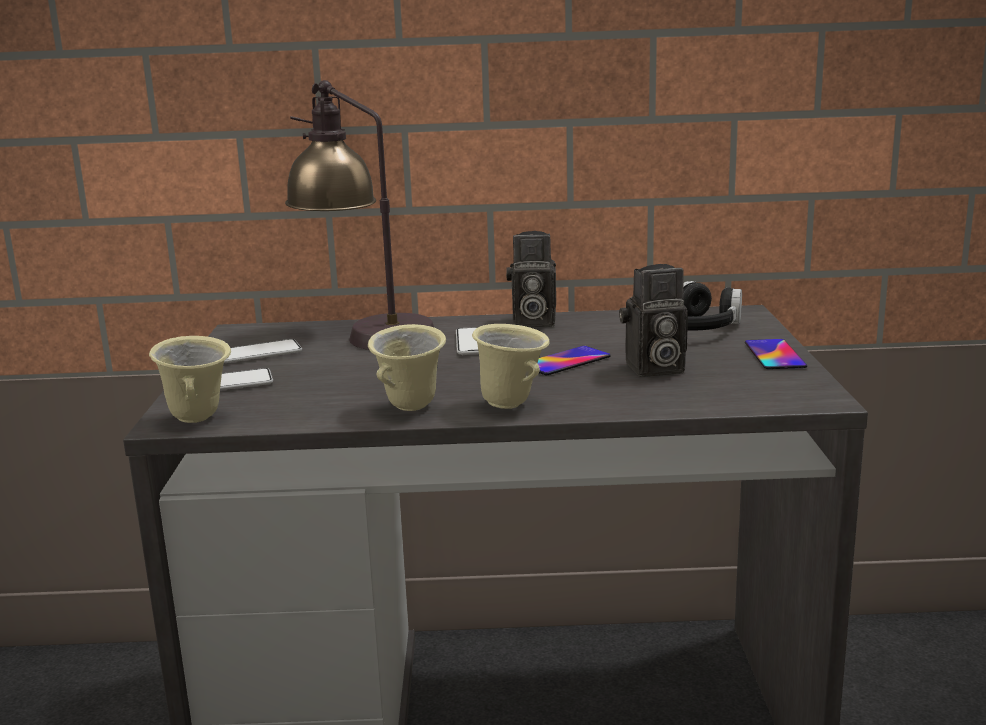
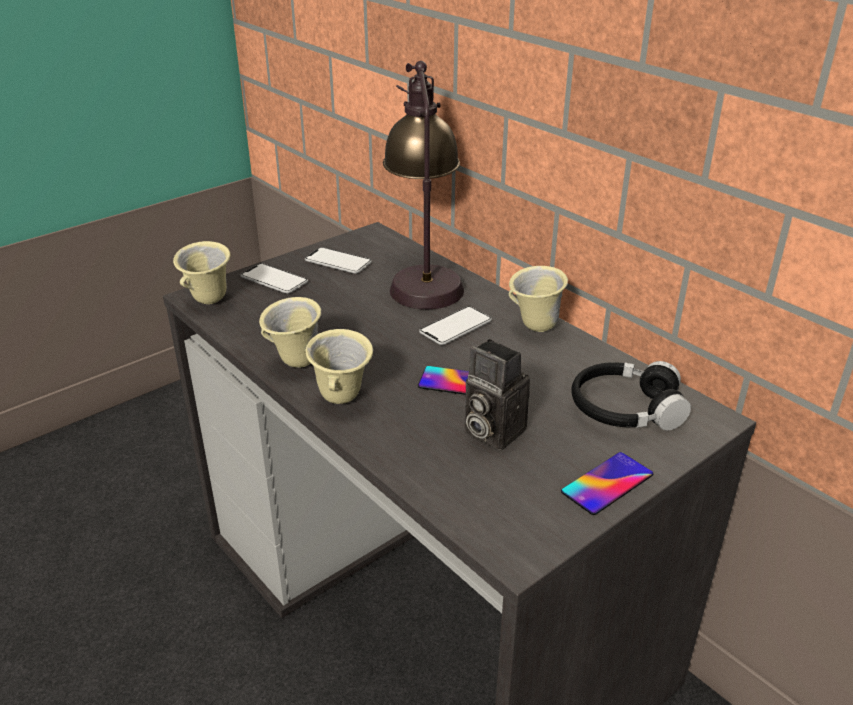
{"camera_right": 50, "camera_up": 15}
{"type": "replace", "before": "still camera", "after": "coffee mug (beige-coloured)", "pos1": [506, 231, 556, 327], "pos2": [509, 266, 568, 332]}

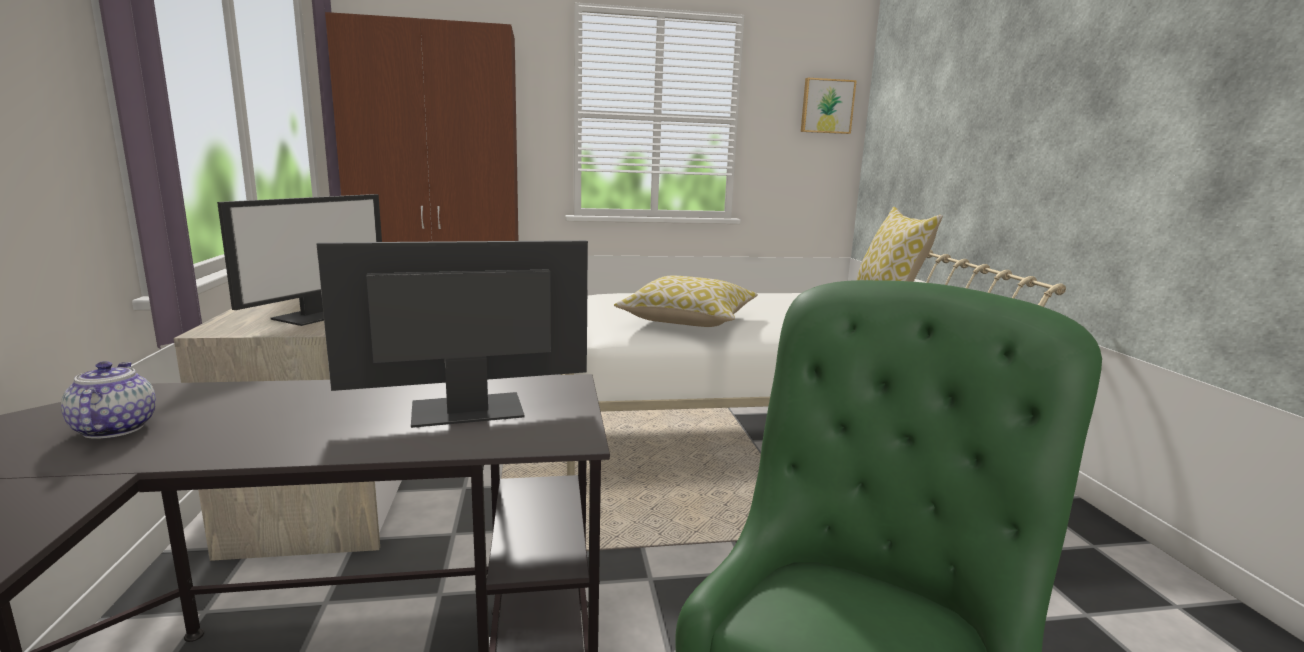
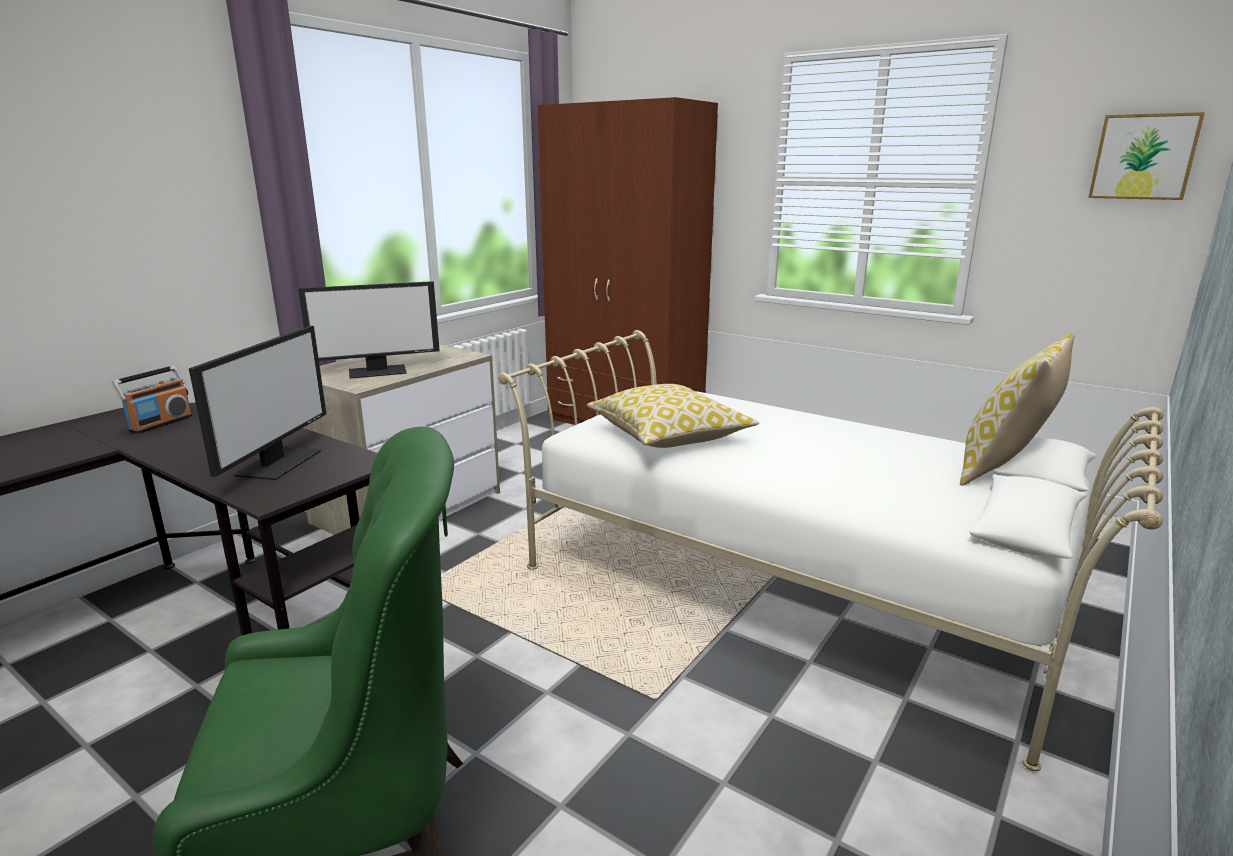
{"camera_right": 45, "camera_up": 5}
{"type": "replace", "before": "pot for tea", "after": "radio", "pos1": [61, 361, 156, 439], "pos2": [112, 366, 192, 434]}
{"type": "rotate", "before": "computer display", "pos1": [317, 240, 588, 428], "pos2": [189, 326, 326, 480], "turn": 75}

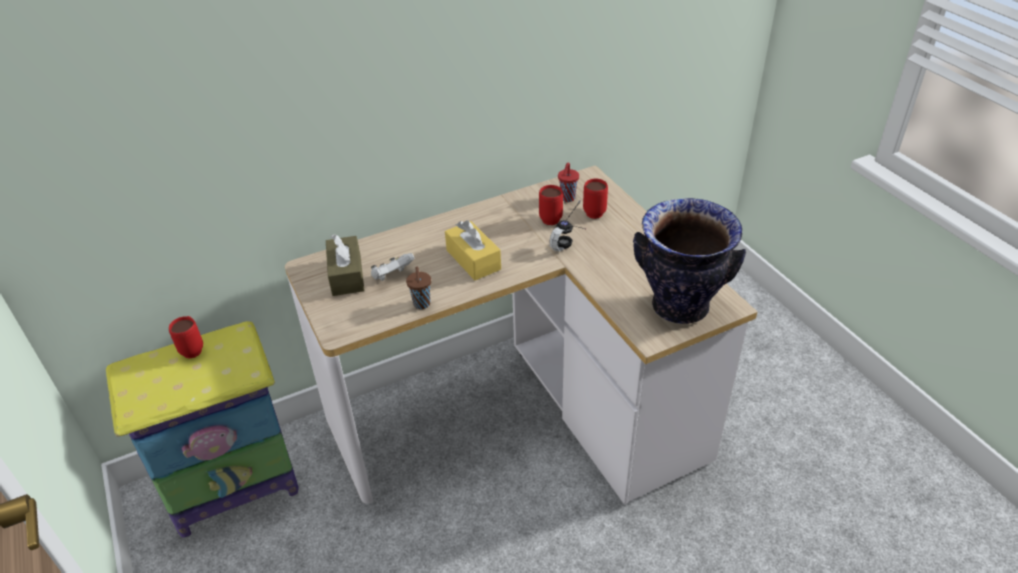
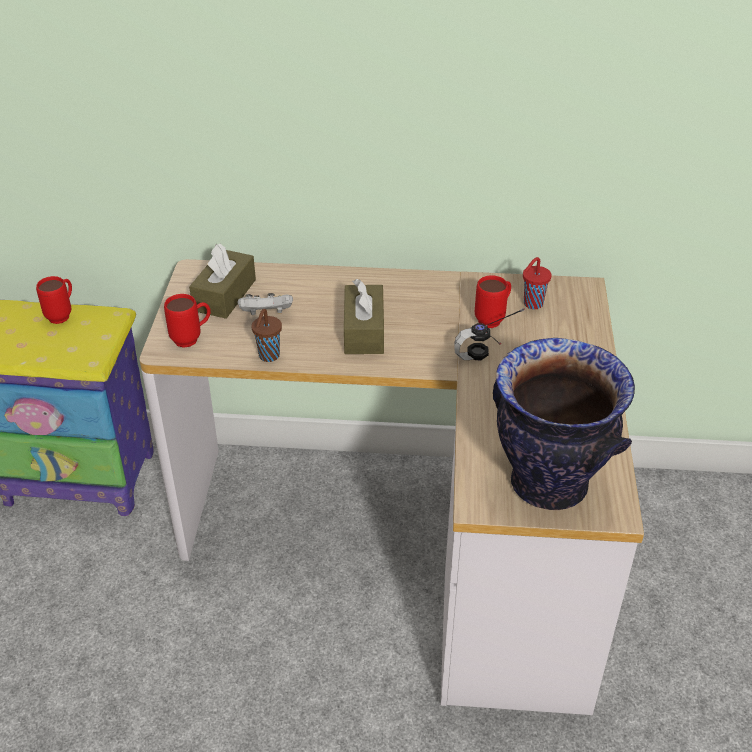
{"camera_right": 30, "camera_up": 0}
{"type": "move", "before": "coffee mug (reddish)", "pos1": [583, 179, 608, 219], "pos2": [164, 294, 211, 348]}
{"type": "recolor", "before": "tissue holder (yellow)", "after": "tissue holder (brownish)", "pos1": [445, 220, 501, 280], "pos2": [344, 279, 384, 354]}

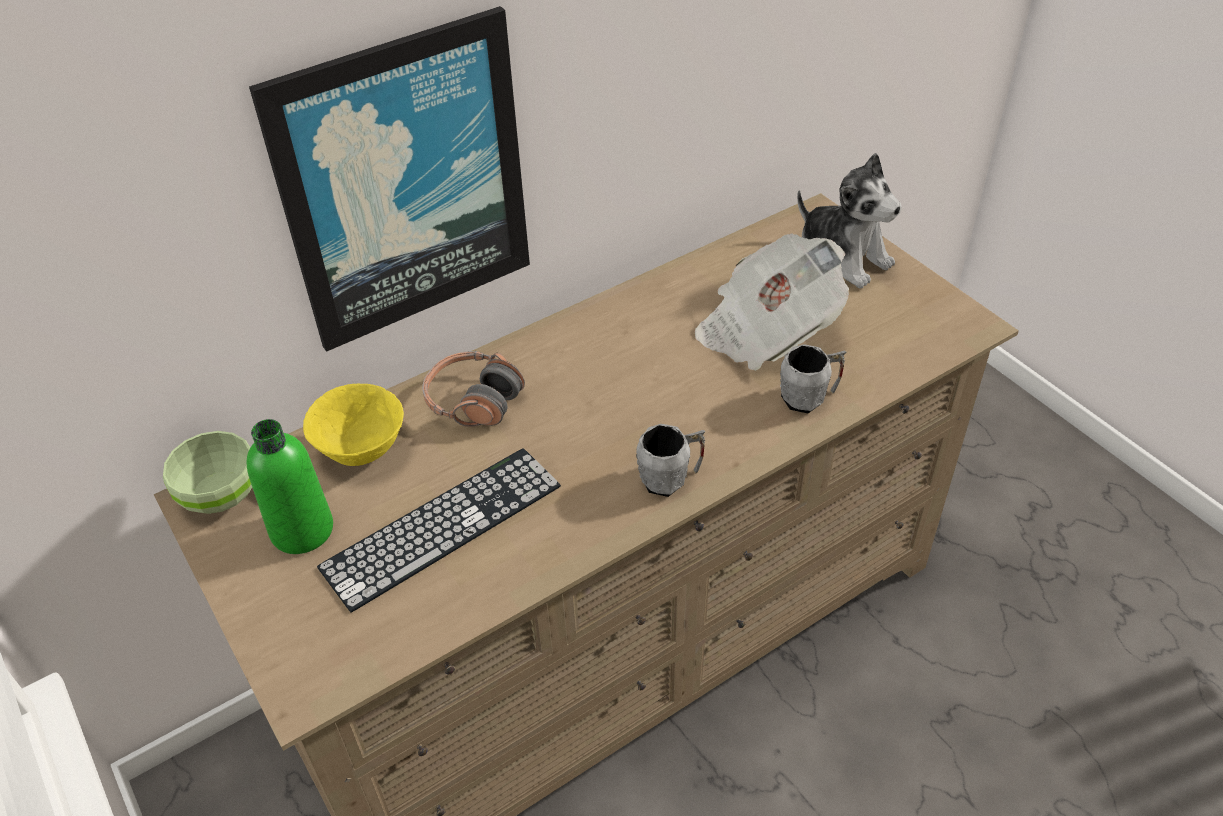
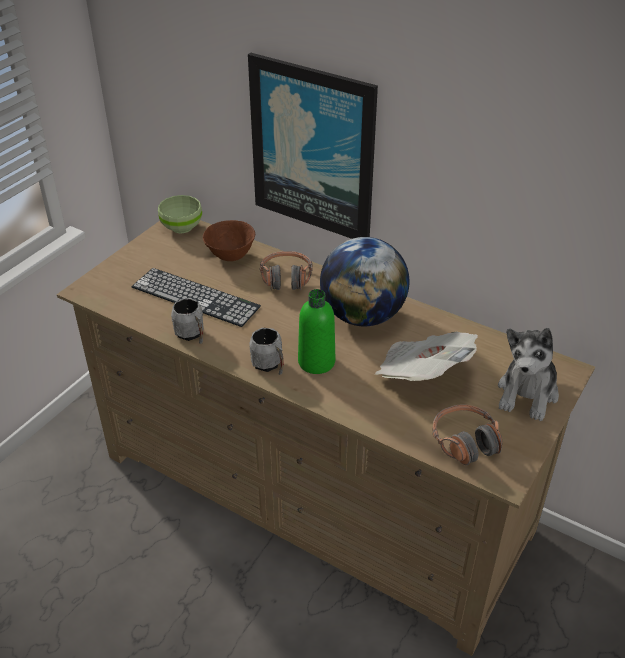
{"camera_right": 65, "camera_up": -5}
{"type": "insert", "after": "world globe", "pos2": [320, 237, 409, 326]}
{"type": "insert", "after": "pair of headphones", "pos2": [432, 405, 502, 465]}
{"type": "move", "before": "beverage bottle (greenish)", "pos1": [246, 419, 333, 554], "pos2": [298, 289, 335, 374]}
{"type": "move", "before": "coffee mug (grey)", "pos1": [780, 344, 846, 413], "pos2": [171, 298, 204, 344]}
{"type": "recolor", "before": "deep dish (yellow)", "after": "deep dish (brownish)", "pos1": [303, 384, 404, 466], "pos2": [203, 220, 255, 261]}

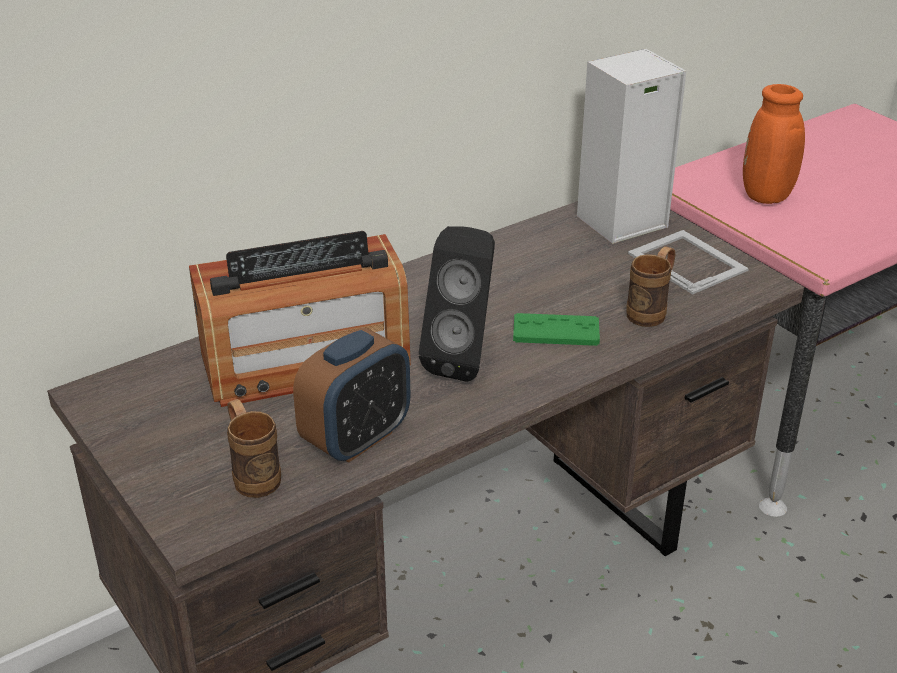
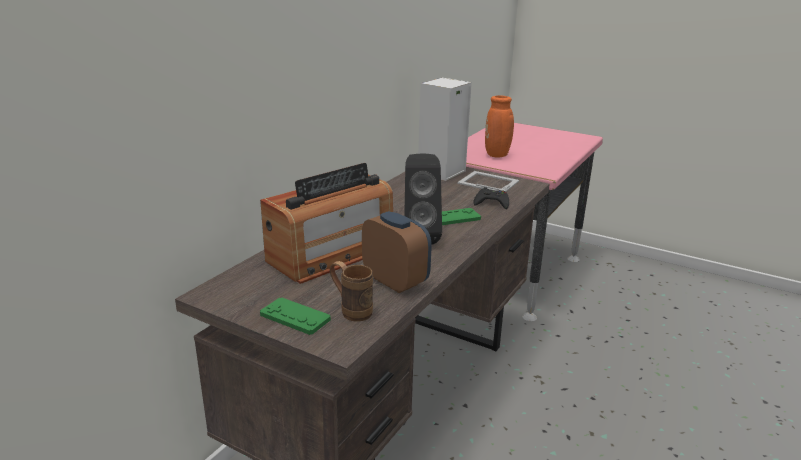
{"camera_right": -25, "camera_up": -10}
{"type": "insert", "after": "gamepad (greenish)", "pos2": [260, 297, 331, 335]}
{"type": "replace", "before": "coffee mug (brownish)", "after": "gamepad (black)", "pos1": [626, 247, 675, 327], "pos2": [473, 187, 509, 209]}
{"type": "rotate", "before": "bedside clock", "pos1": [293, 328, 410, 463], "pos2": [362, 211, 432, 293], "turn": -60}

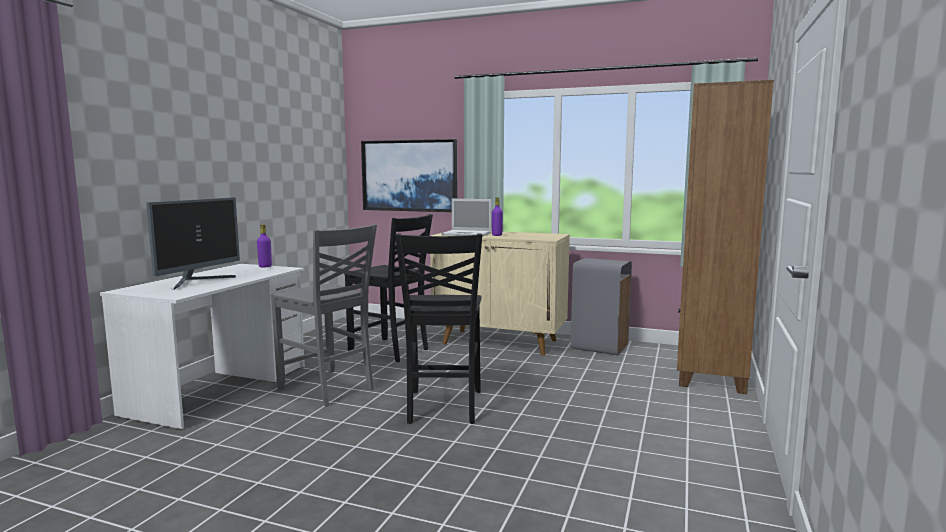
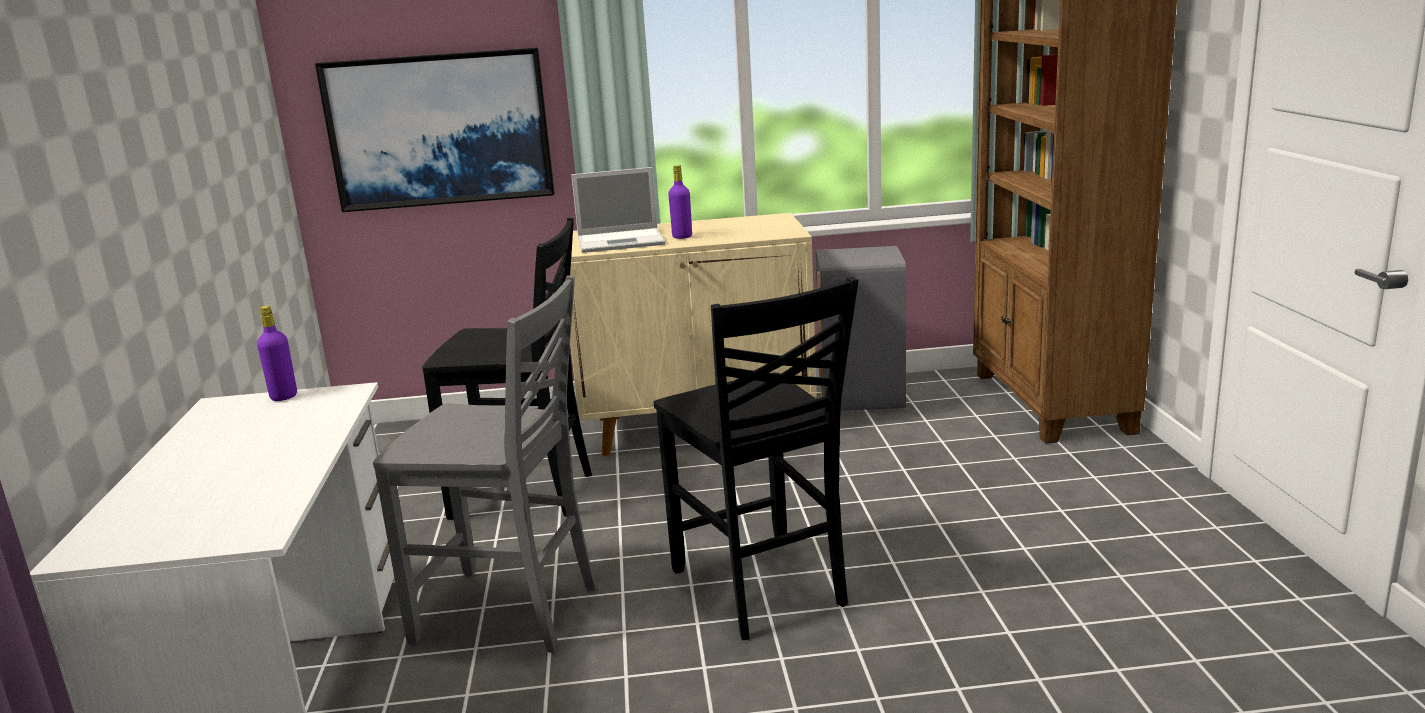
{"camera_right": -25, "camera_up": 10}
{"type": "delete", "before": "computer display", "pos1": [146, 198, 240, 290]}

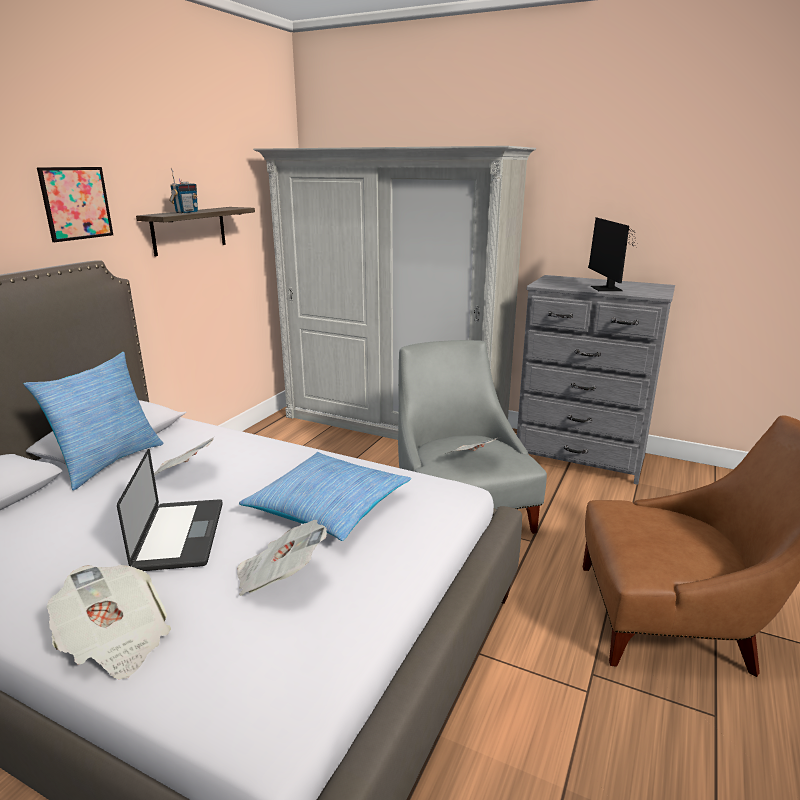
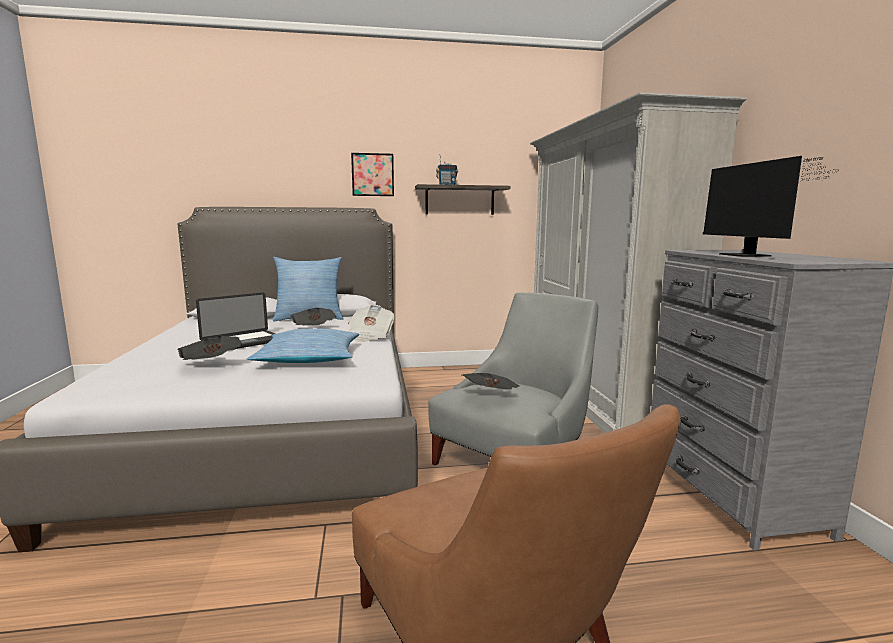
{"camera_right": 55, "camera_up": -10}
{"type": "move", "before": "printed paper", "pos1": [47, 565, 171, 679], "pos2": [348, 305, 395, 342]}
{"type": "rotate", "before": "computer display", "pos1": [588, 217, 640, 291], "pos2": [703, 156, 839, 257], "turn": -60}

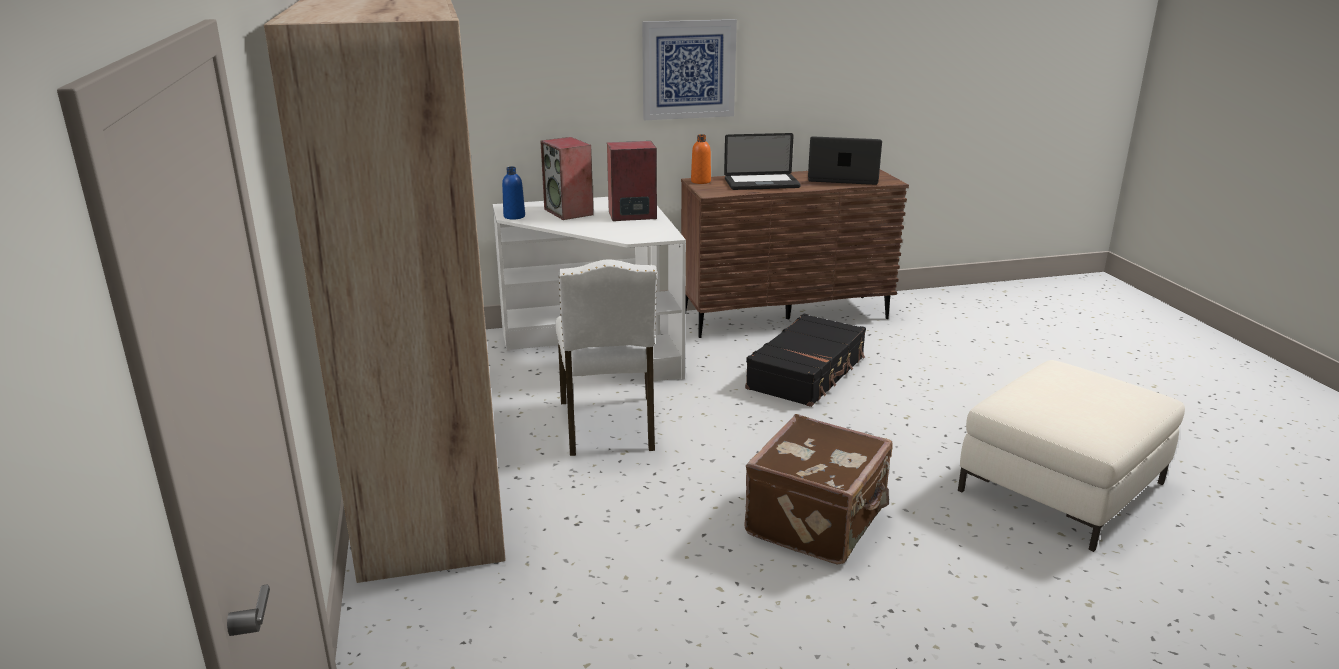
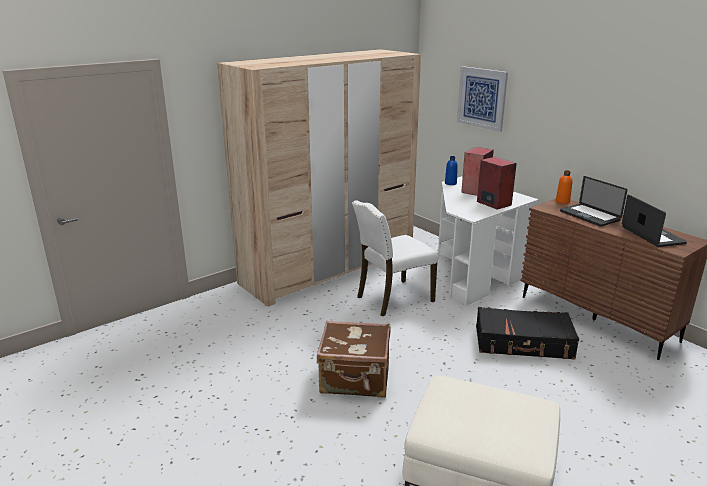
{"camera_right": 65, "camera_up": 0}
{"type": "move", "before": "wall art", "pos1": [642, 19, 737, 120], "pos2": [457, 66, 508, 132]}

